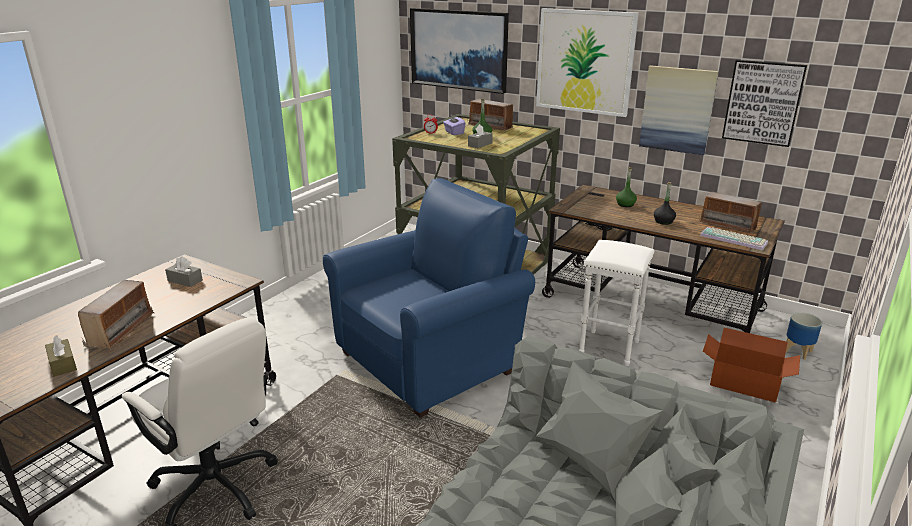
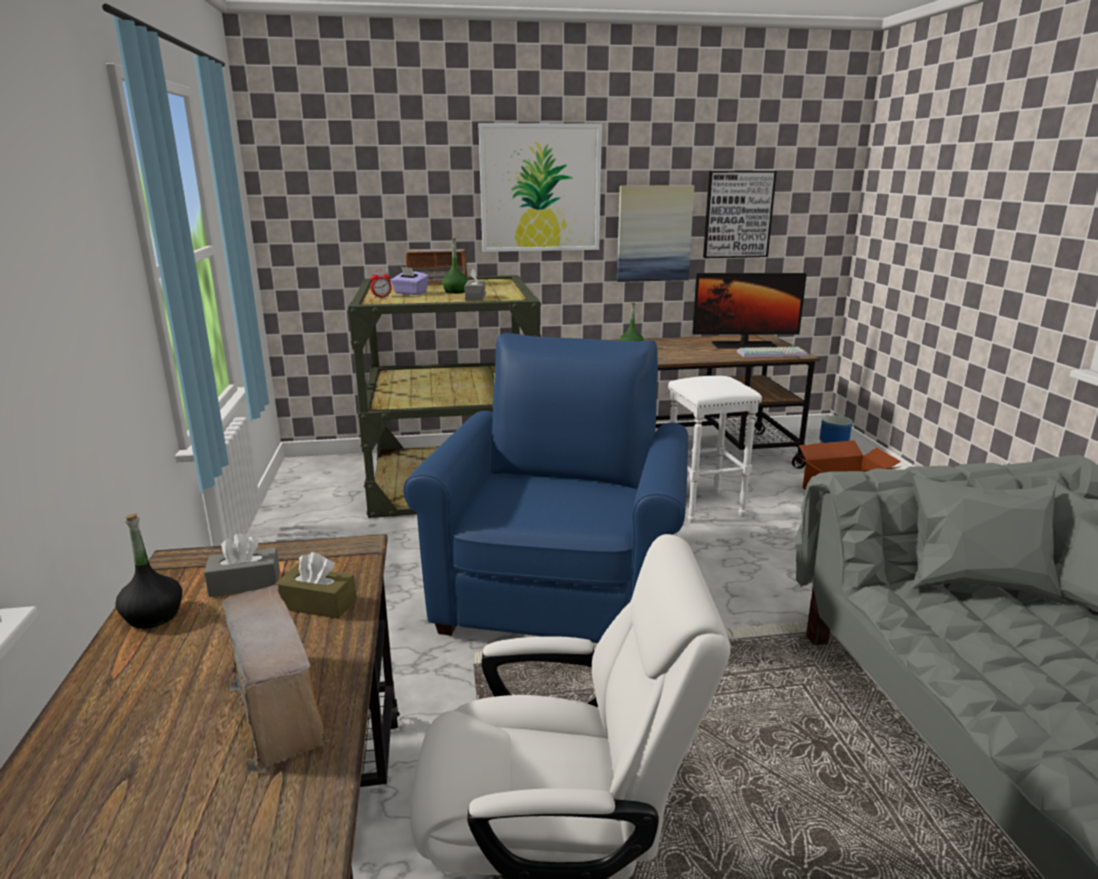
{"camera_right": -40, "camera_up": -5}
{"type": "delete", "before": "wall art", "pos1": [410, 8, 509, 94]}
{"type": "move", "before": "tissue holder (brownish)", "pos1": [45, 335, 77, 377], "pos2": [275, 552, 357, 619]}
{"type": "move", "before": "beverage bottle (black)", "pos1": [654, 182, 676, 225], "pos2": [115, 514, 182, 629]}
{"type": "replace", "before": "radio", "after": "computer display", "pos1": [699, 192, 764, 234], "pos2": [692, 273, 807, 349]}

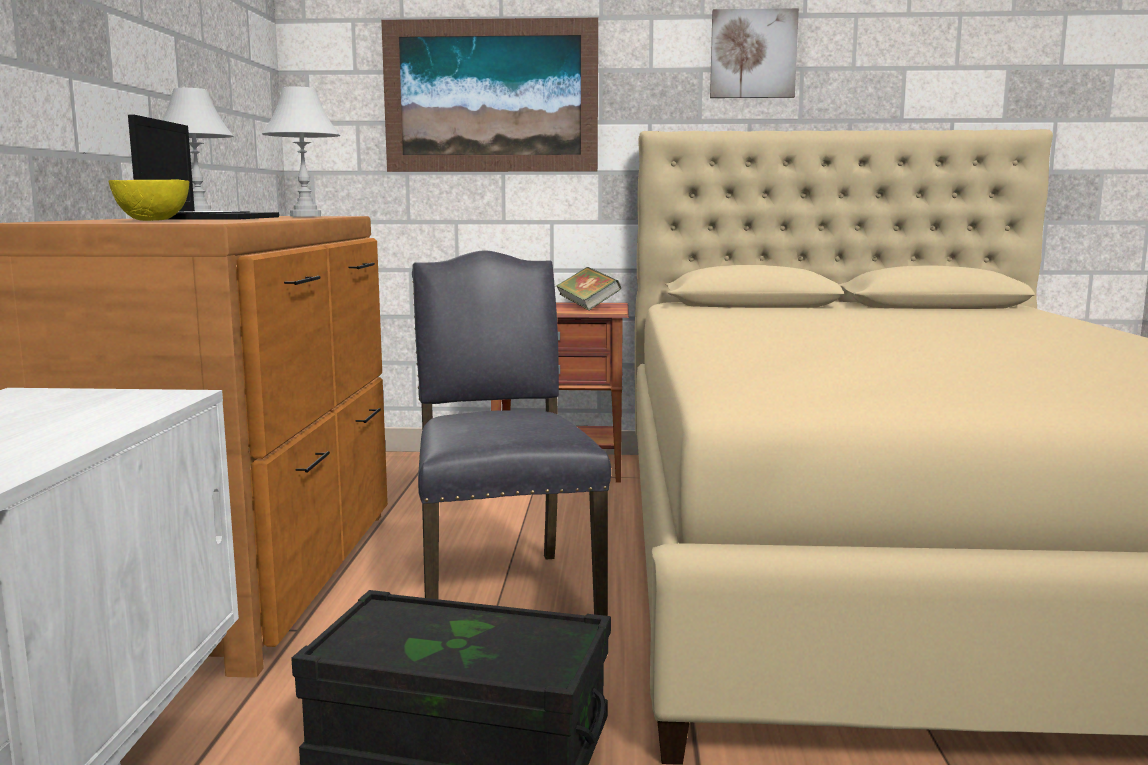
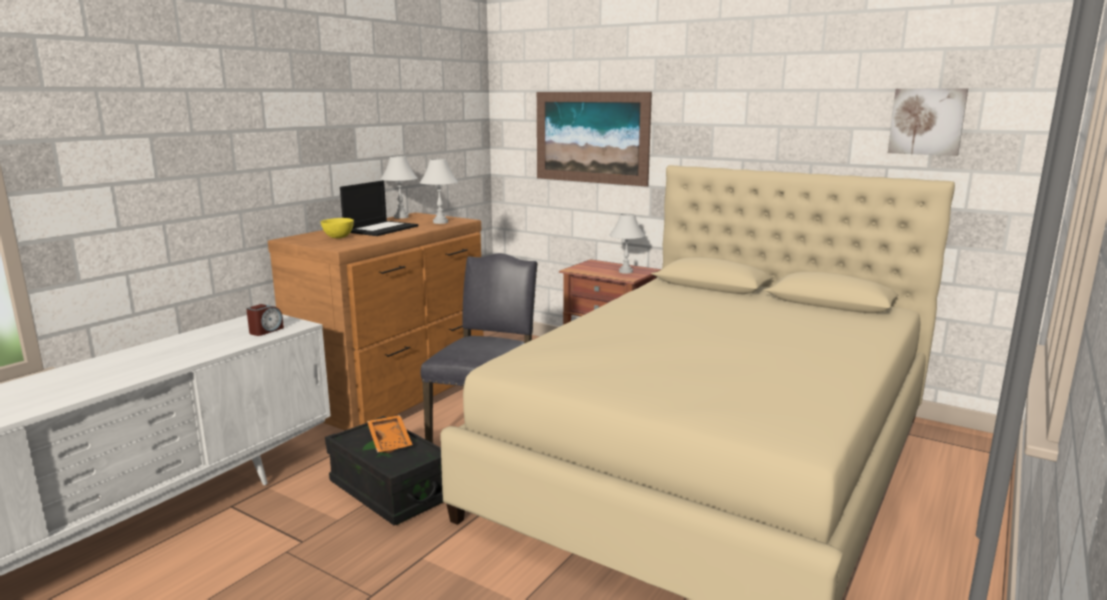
{"camera_right": 30, "camera_up": 5}
{"type": "insert", "after": "bedside clock", "pos2": [246, 304, 284, 336]}
{"type": "insert", "after": "serving tray (orangey)", "pos2": [367, 415, 413, 453]}
{"type": "move", "before": "wall art", "pos1": [710, 8, 799, 98], "pos2": [888, 88, 968, 156]}
{"type": "replace", "before": "volume", "after": "tabletop lamp (whitish)", "pos1": [556, 267, 621, 310], "pos2": [609, 213, 645, 274]}

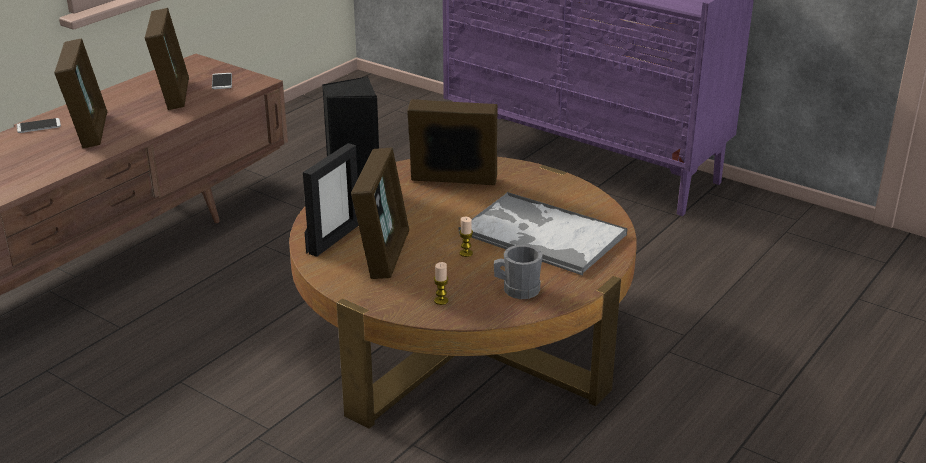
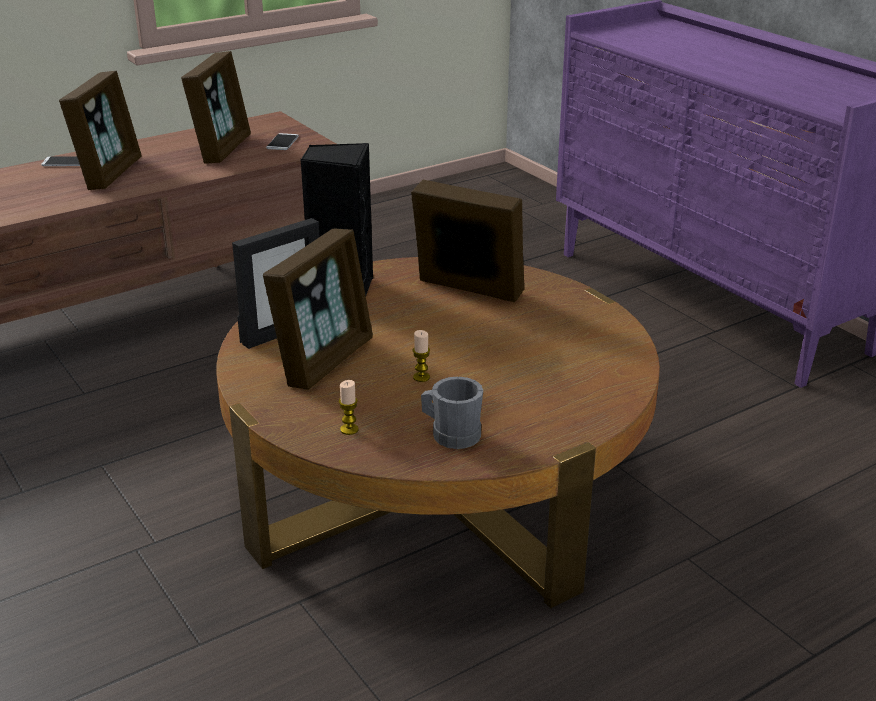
{"camera_right": 20, "camera_up": 0}
{"type": "delete", "before": "serving tray", "pos1": [458, 192, 628, 276]}

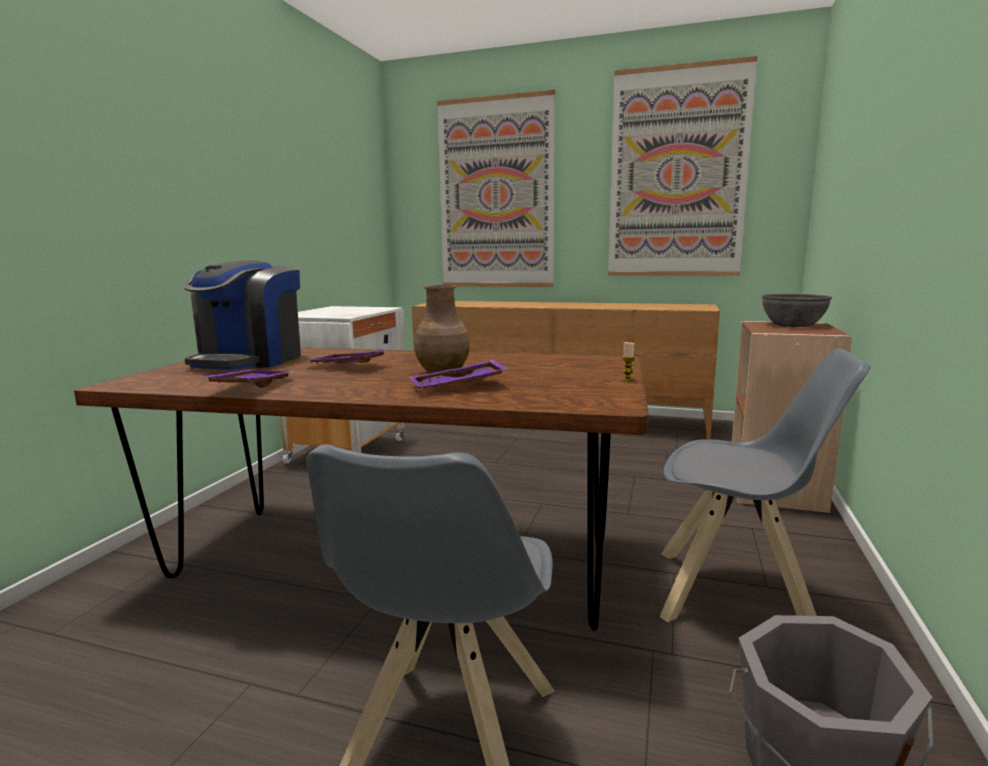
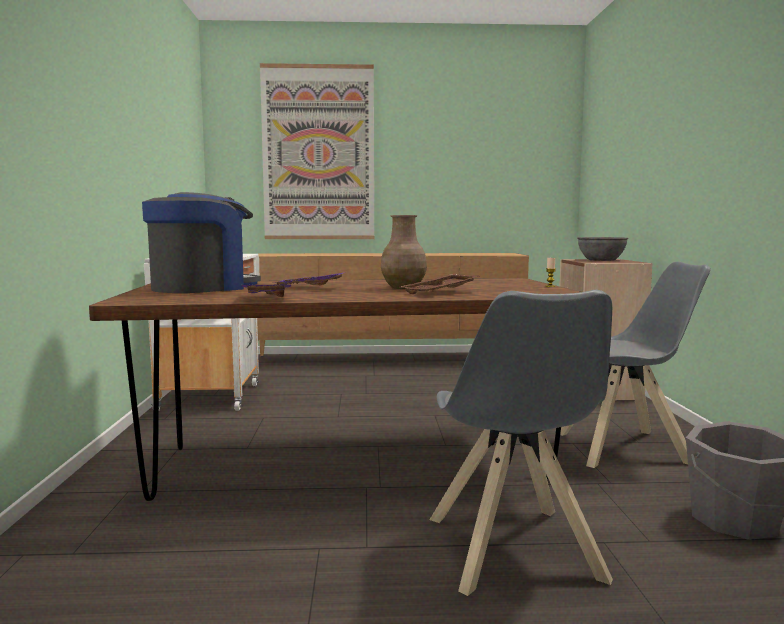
{"camera_right": -20, "camera_up": -5}
{"type": "delete", "before": "wall art", "pos1": [608, 56, 757, 276]}
{"type": "recolor", "before": "serving tray (purple-coloured)", "after": "serving tray (brownish)", "pos1": [410, 360, 508, 389], "pos2": [401, 274, 478, 294]}
{"type": "rotate", "before": "coffee maker", "pos1": [183, 260, 301, 370], "pos2": [142, 192, 261, 293], "turn": -135}

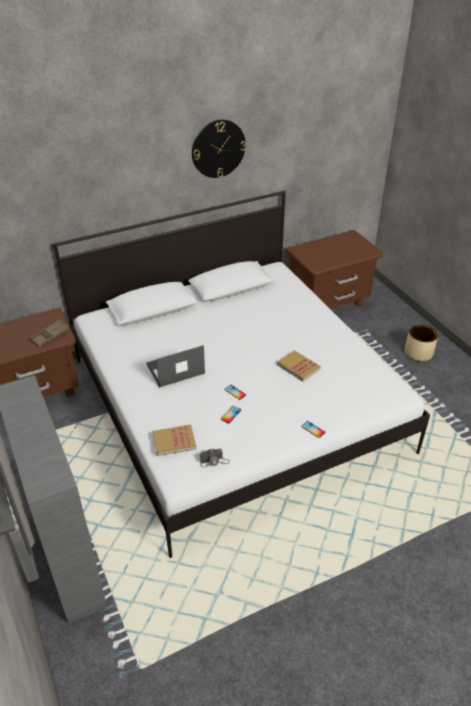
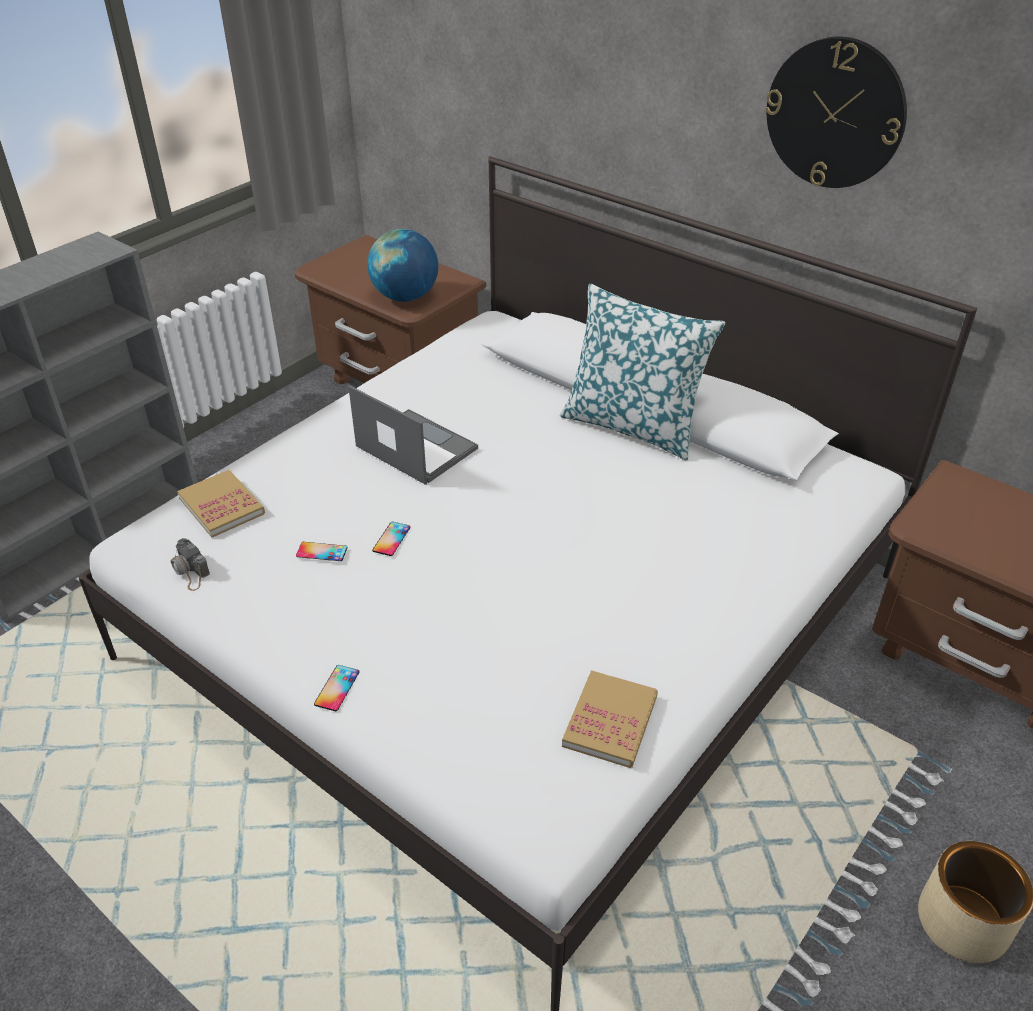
{"camera_right": 65, "camera_up": 0}
{"type": "insert", "after": "pillow", "pos2": [560, 284, 725, 461]}
{"type": "move", "before": "volume", "pos1": [277, 350, 321, 382], "pos2": [562, 670, 658, 768]}
{"type": "replace", "before": "serving tray (brownish)", "after": "world globe", "pos1": [30, 320, 69, 347], "pos2": [367, 229, 438, 302]}

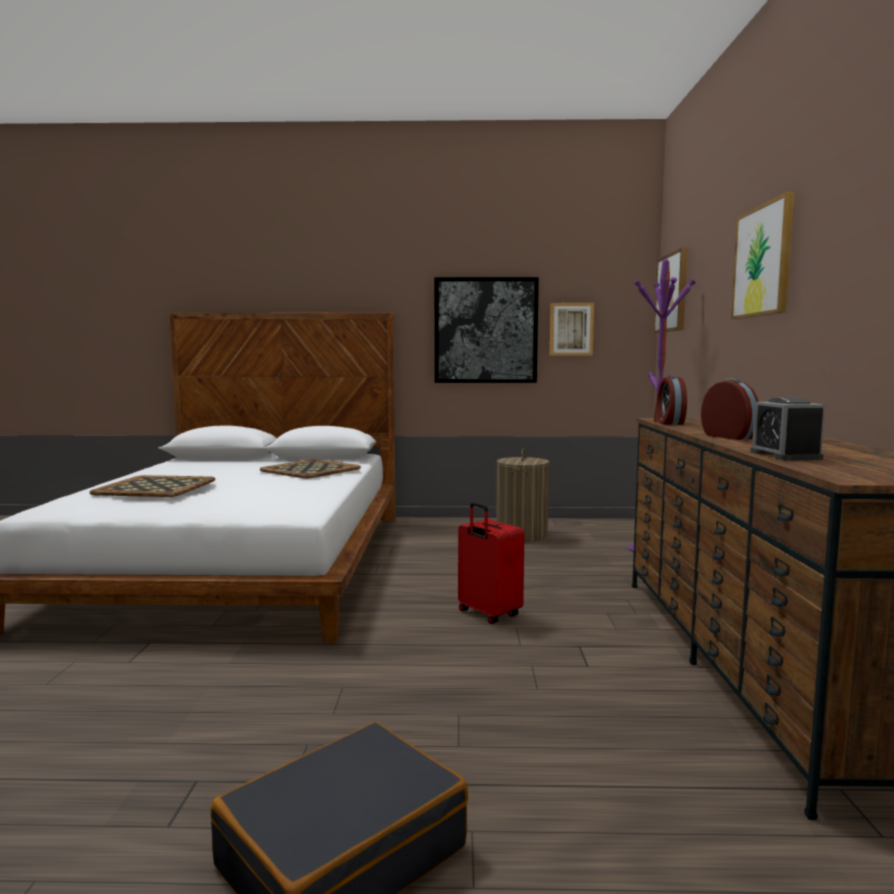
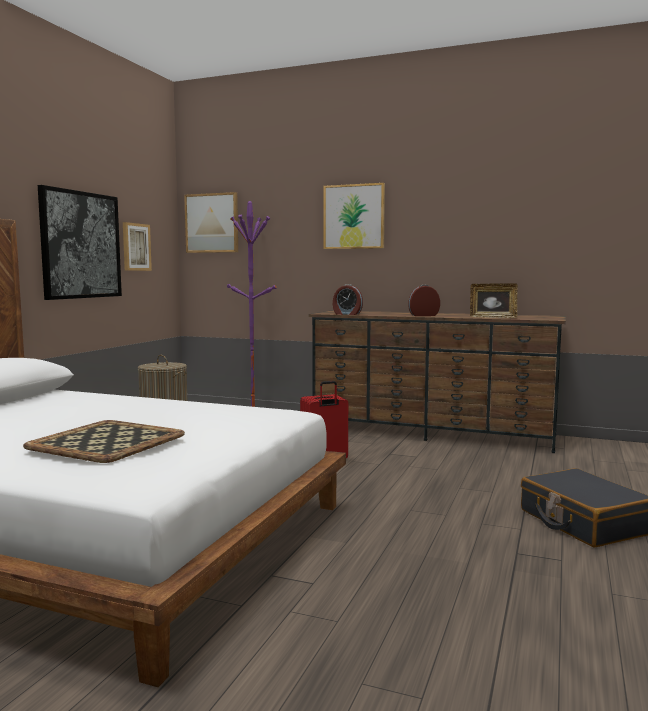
{"camera_right": -70, "camera_up": 0}
{"type": "delete", "before": "serving tray", "pos1": [260, 459, 361, 479]}
{"type": "replace", "before": "bedside clock", "after": "photo frame", "pos1": [750, 397, 825, 461], "pos2": [470, 283, 518, 318]}

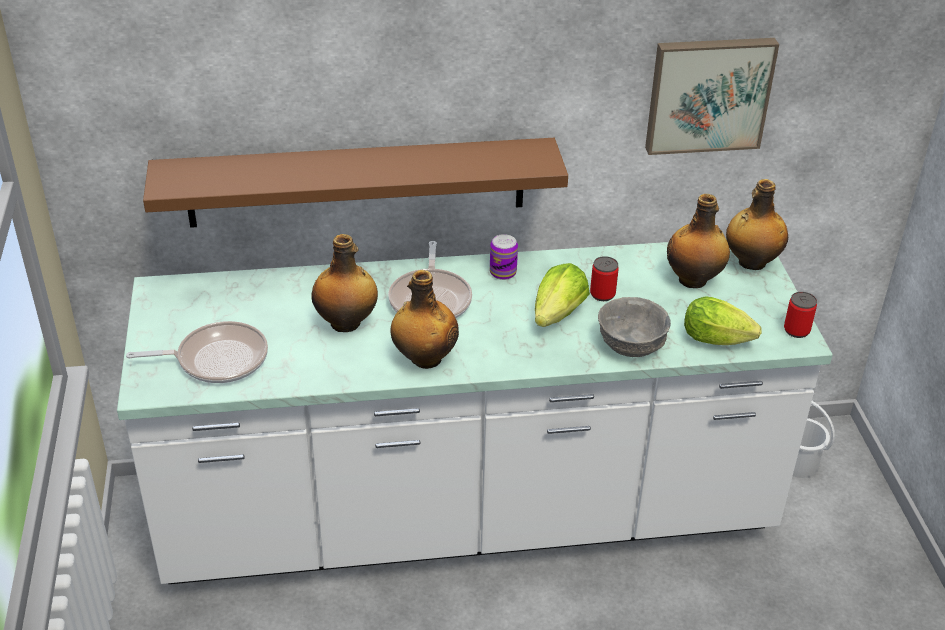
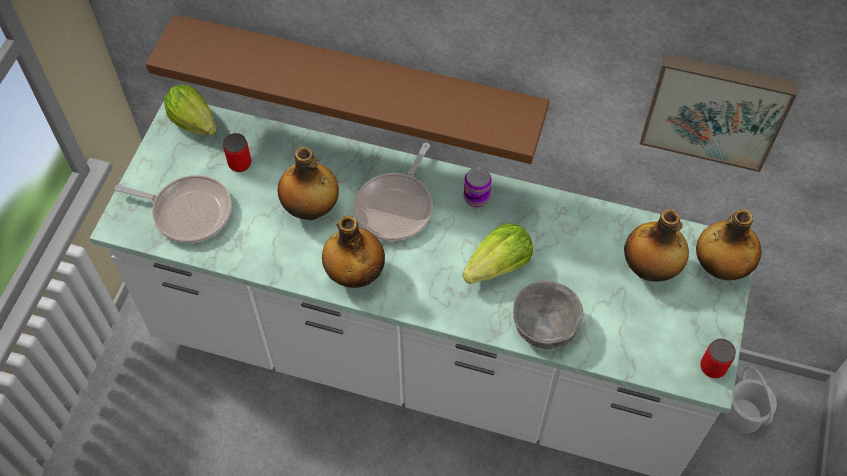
{"camera_right": 25, "camera_up": 20}
{"type": "move", "before": "can", "pos1": [590, 256, 619, 301], "pos2": [223, 133, 252, 172]}
{"type": "move", "before": "lettuce head", "pos1": [684, 296, 762, 345], "pos2": [164, 85, 217, 135]}

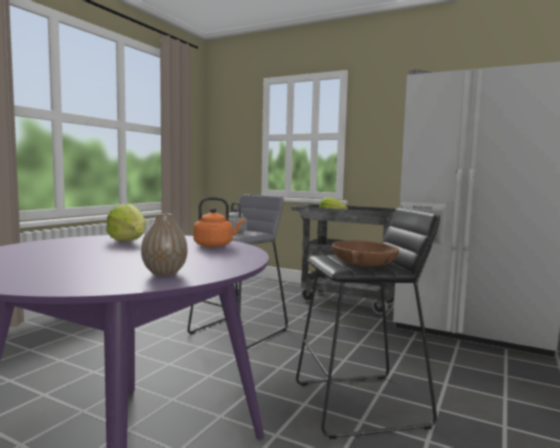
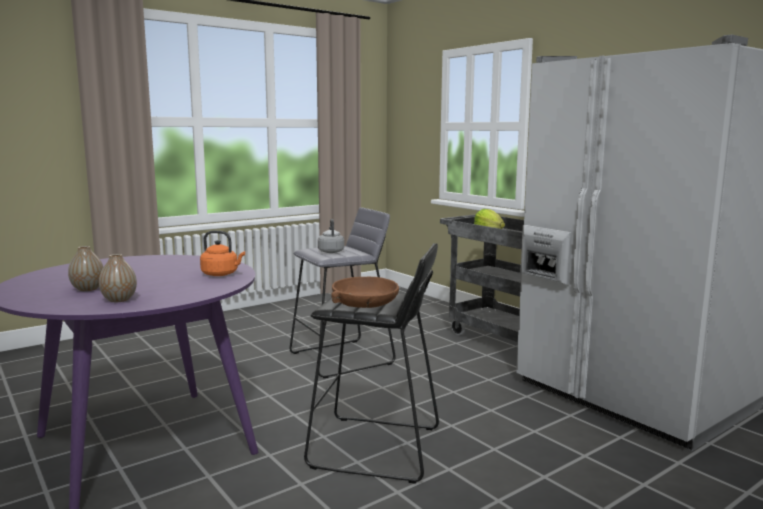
{"camera_right": 25, "camera_up": 5}
{"type": "delete", "before": "lettuce head", "pos1": [106, 204, 146, 242]}
{"type": "insert", "after": "decorative vase", "pos2": [68, 246, 103, 291]}

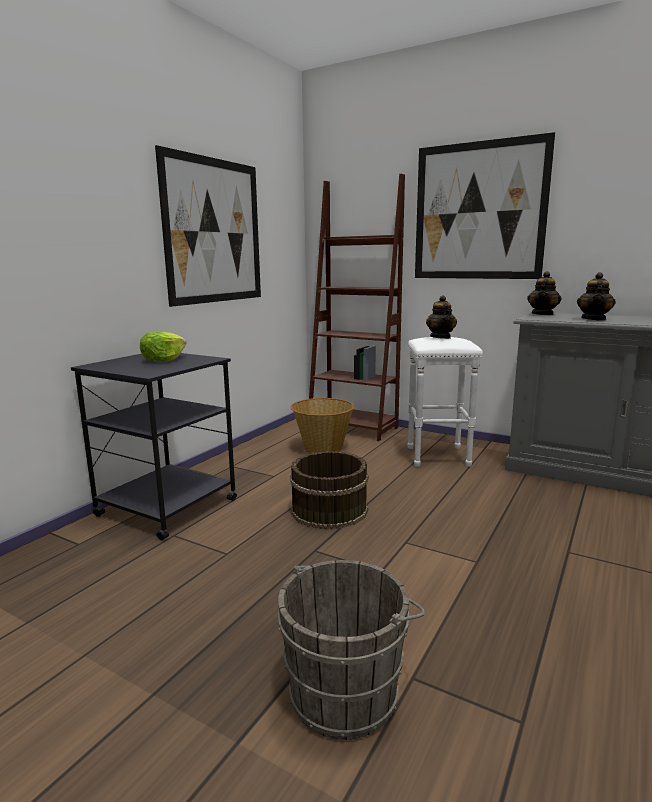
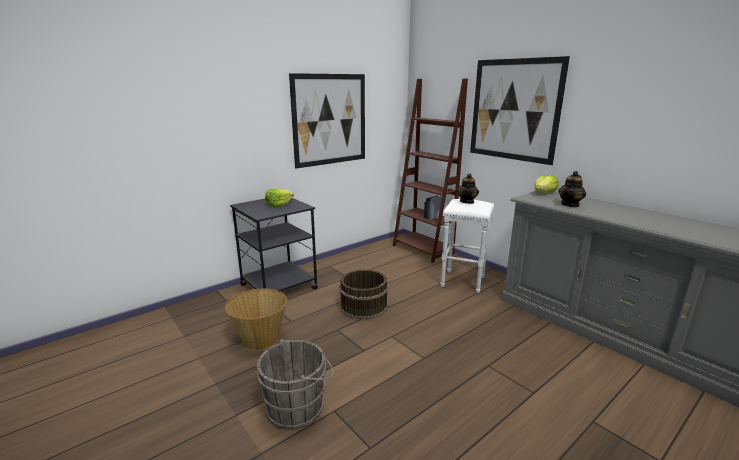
{"camera_right": 20, "camera_up": 5}
{"type": "move", "before": "household basket", "pos1": [290, 398, 354, 454], "pos2": [225, 289, 287, 350]}
{"type": "replace", "before": "pot for tea", "after": "lettuce head", "pos1": [527, 271, 562, 315], "pos2": [534, 175, 559, 193]}

